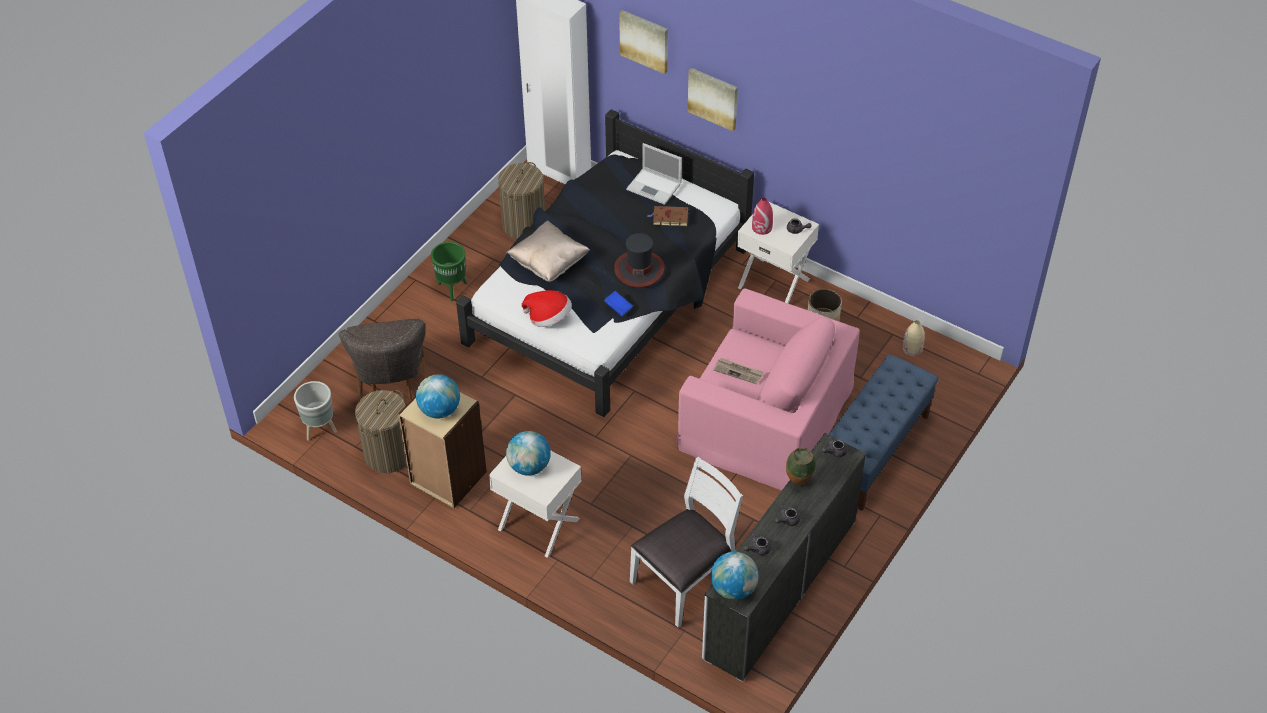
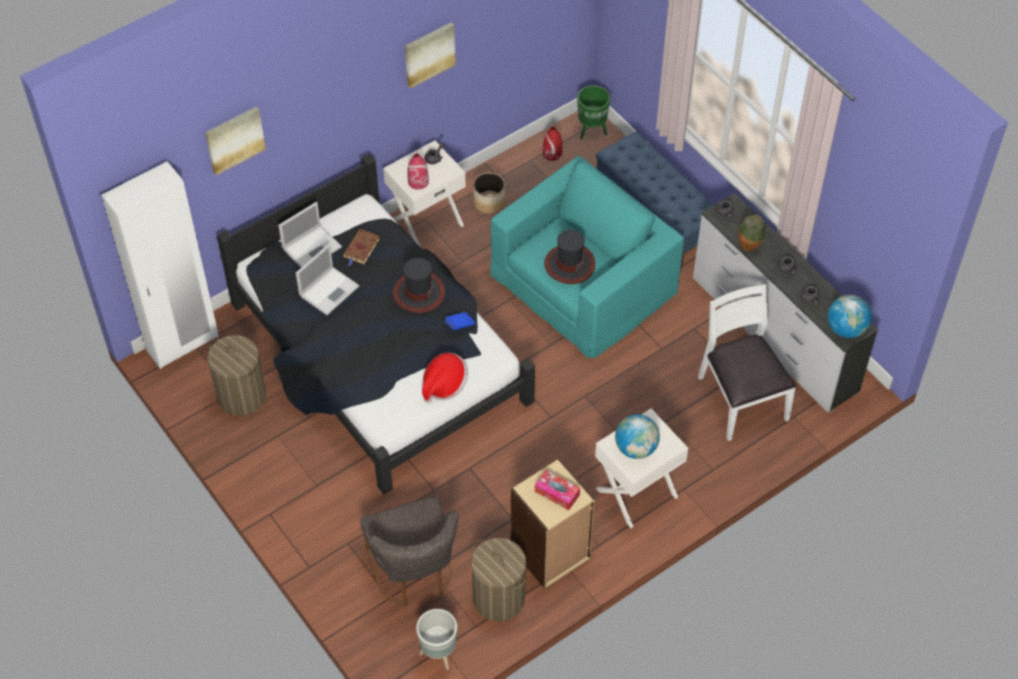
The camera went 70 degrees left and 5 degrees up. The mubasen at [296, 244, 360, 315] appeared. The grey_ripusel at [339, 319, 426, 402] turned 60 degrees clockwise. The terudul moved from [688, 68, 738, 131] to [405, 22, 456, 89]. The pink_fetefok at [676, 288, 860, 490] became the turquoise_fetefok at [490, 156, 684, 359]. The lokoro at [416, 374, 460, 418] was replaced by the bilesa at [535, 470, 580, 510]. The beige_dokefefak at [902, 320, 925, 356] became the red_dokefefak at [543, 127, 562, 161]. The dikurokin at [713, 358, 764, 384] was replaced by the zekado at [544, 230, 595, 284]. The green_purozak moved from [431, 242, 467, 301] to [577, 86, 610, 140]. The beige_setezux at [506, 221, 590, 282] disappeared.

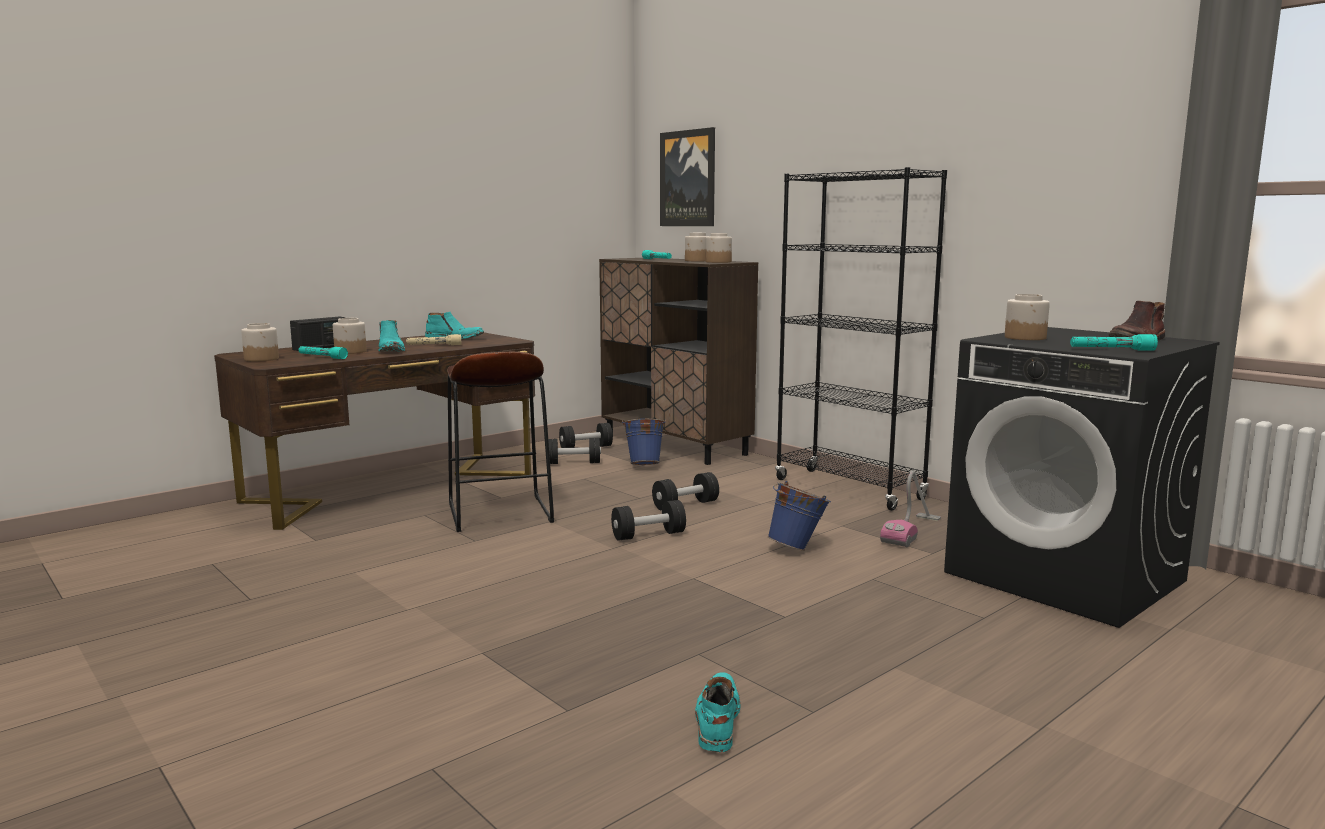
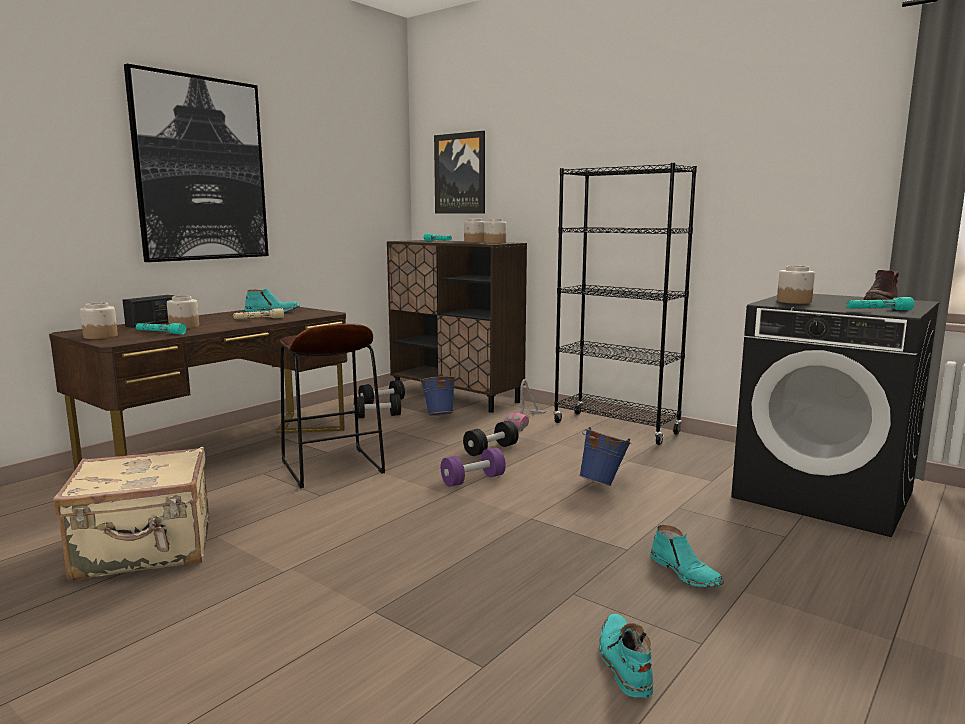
The camera went 10 degrees left and 0 degrees up. The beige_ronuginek at [53, 447, 209, 581] appeared. The terudul at [124, 64, 269, 262] appeared. The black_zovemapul at [611, 500, 686, 541] became the purple_zovemapul at [441, 448, 506, 487]. The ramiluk moved from [880, 471, 941, 547] to [504, 379, 546, 431]. The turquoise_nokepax moved from [378, 320, 405, 352] to [650, 525, 724, 588].

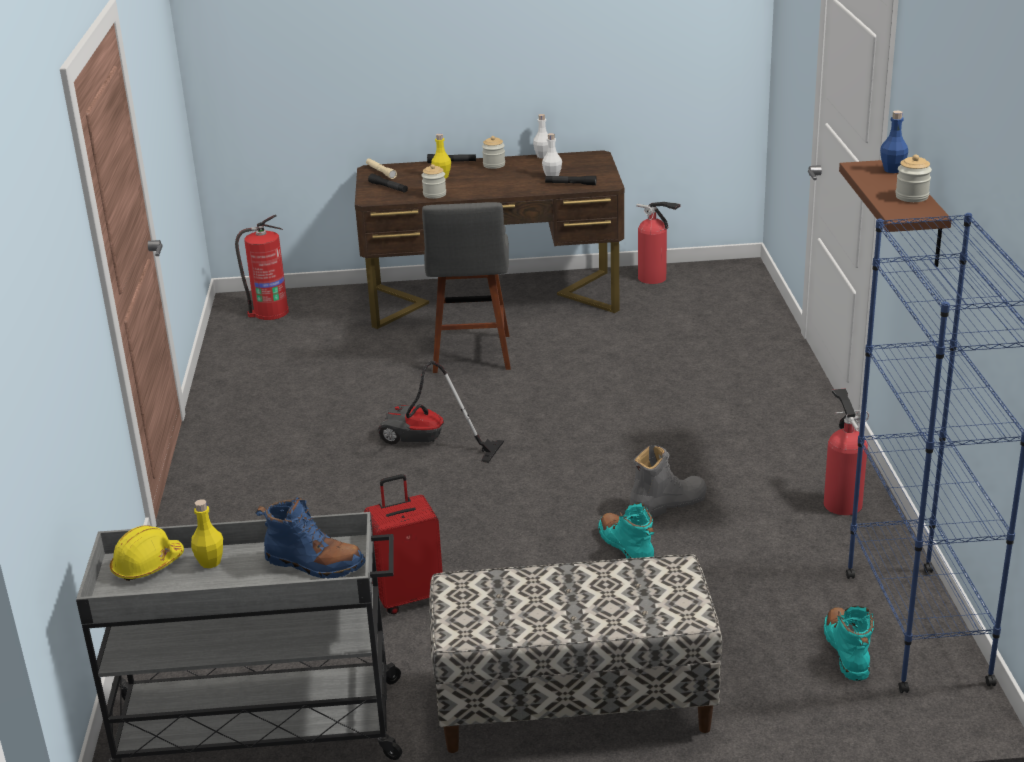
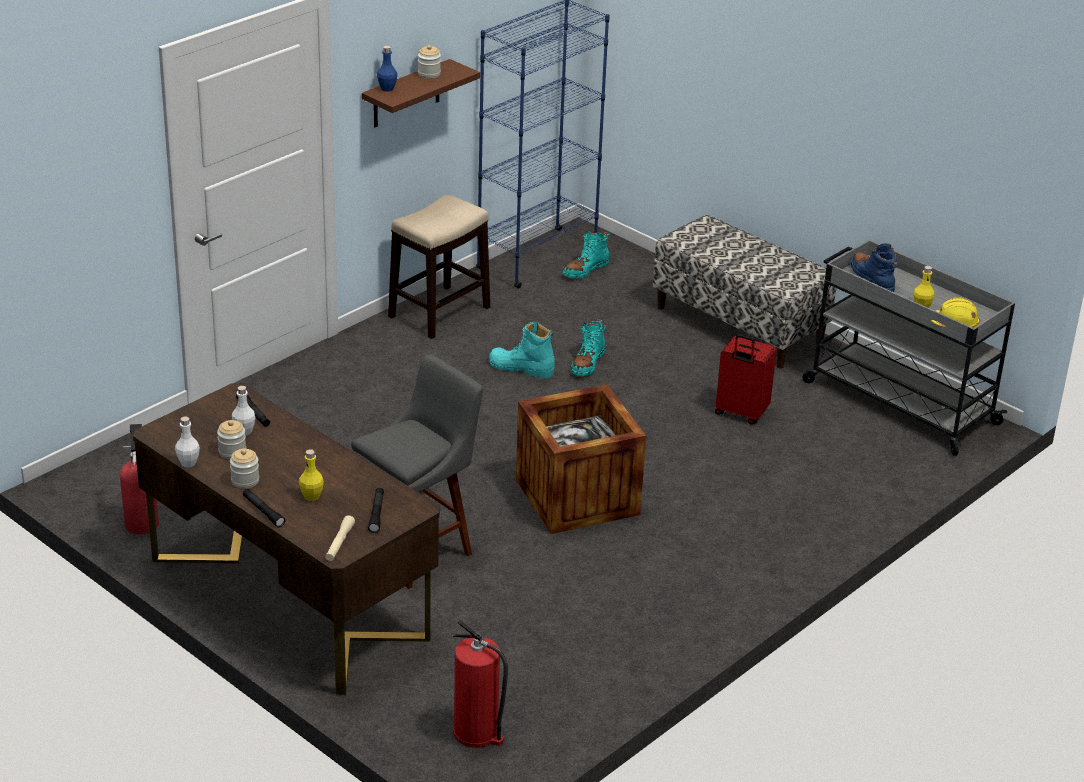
The camera went 135 degrees left and 5 degrees up. The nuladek moved from [422, 164, 446, 199] to [217, 420, 246, 459]. The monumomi at [824, 388, 869, 515] was replaced by the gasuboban at [388, 195, 490, 339]. The grey_nokepax at [630, 445, 707, 518] became the turquoise_nokepax at [489, 322, 555, 378]. The ramiluk at [378, 361, 504, 463] was replaced by the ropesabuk at [516, 384, 646, 534].

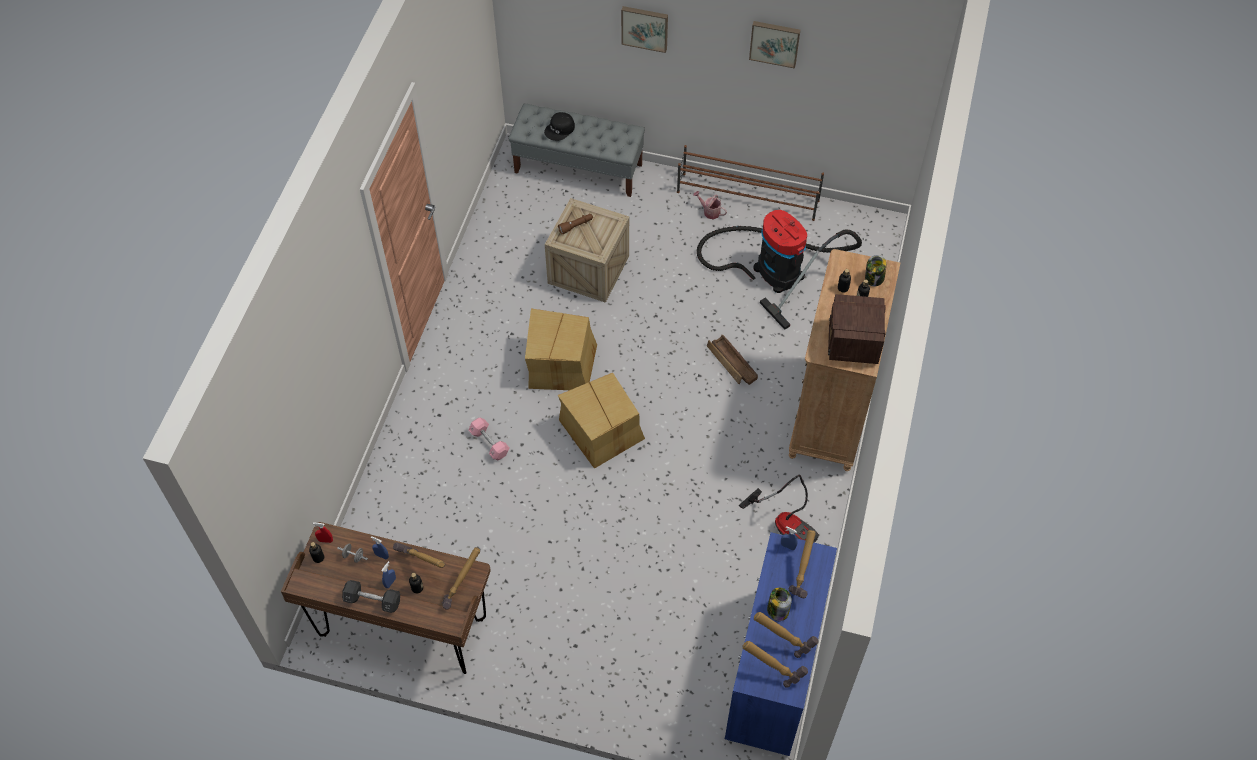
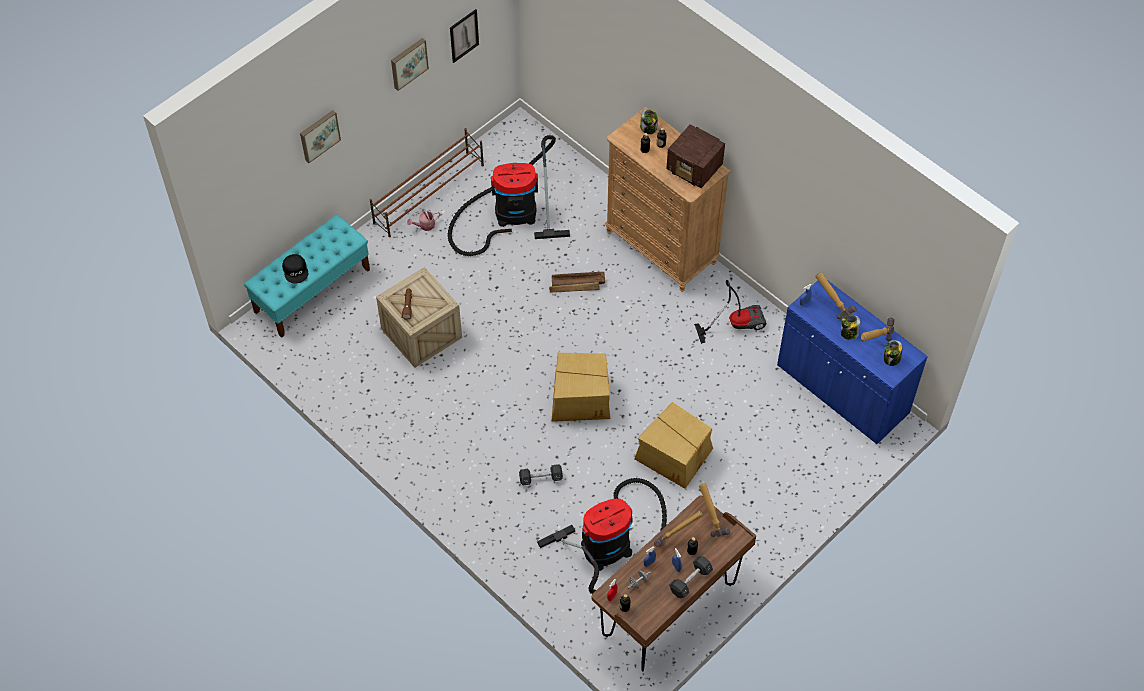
The camera went 60 degrees left and 0 degrees up. The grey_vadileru at [509, 103, 645, 197] became the turquoise_vadileru at [244, 215, 370, 338]. The terudul at [450, 9, 479, 63] appeared. The pink_zovemapul at [468, 417, 510, 460] became the black_zovemapul at [519, 464, 563, 485]. The ramiluk at [537, 478, 667, 594] appeared. The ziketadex moved from [525, 308, 597, 390] to [634, 402, 713, 489]. The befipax at [743, 641, 808, 688] was replaced by the nuladek at [884, 340, 902, 366].

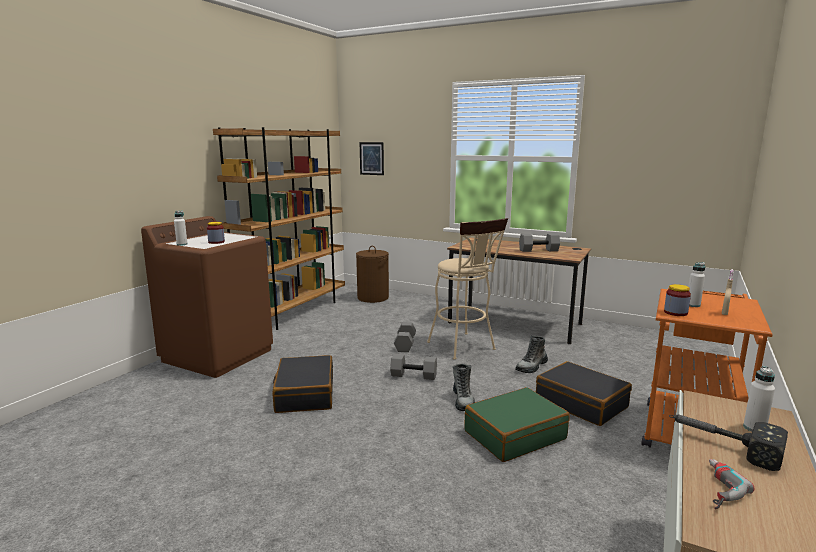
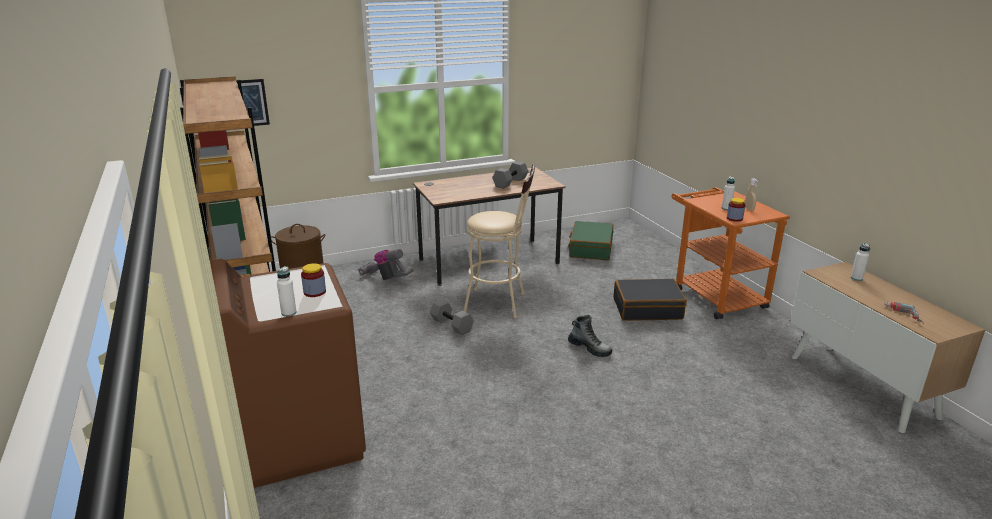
The camera went 50 degrees left and 10 degrees up. The ramiluk at [358, 249, 413, 280] appeared. The green_ronuginek moved from [464, 387, 570, 462] to [568, 221, 613, 260]. The black_ronuginek at [272, 355, 333, 413] disappeared. The grey_zovemapul at [390, 354, 437, 380] disappeared. The nokepax at [515, 335, 548, 373] disappeared. The befipax at [669, 415, 788, 471] disappeared.

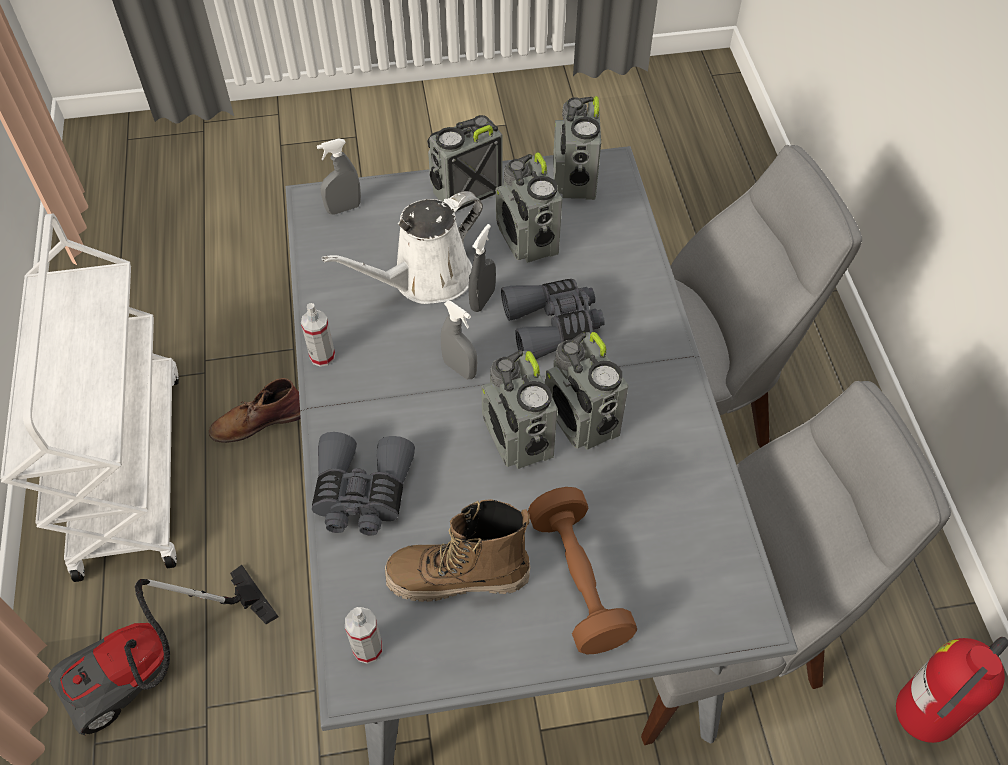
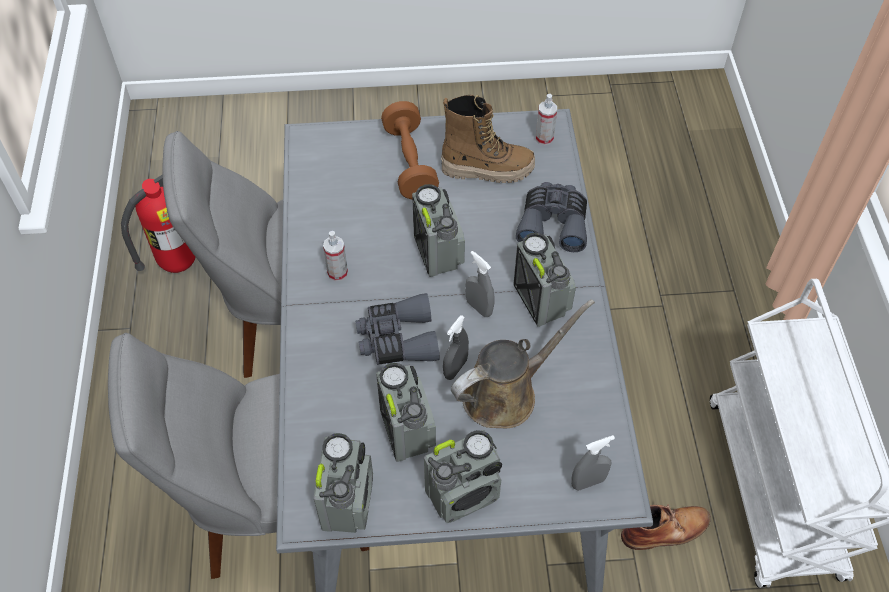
The camera went 175 degrees left and 0 degrees up. The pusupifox moved from [301, 303, 335, 367] to [323, 231, 348, 281]. The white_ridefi at [322, 191, 483, 304] became the brown_ridefi at [451, 299, 595, 428]. The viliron moved from [545, 332, 629, 450] to [513, 232, 576, 327]. The ramiluk at [48, 565, 279, 735] disappeared.

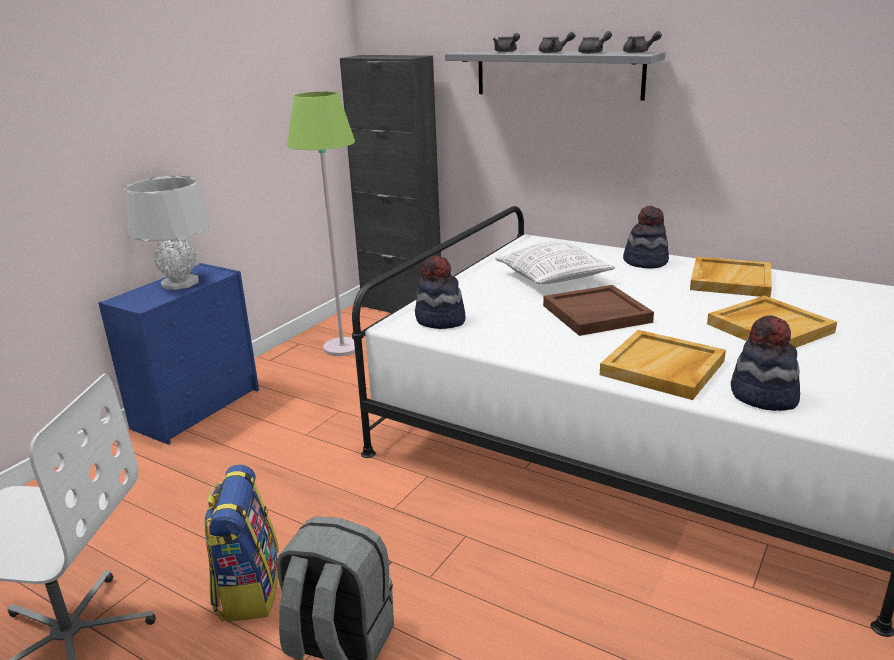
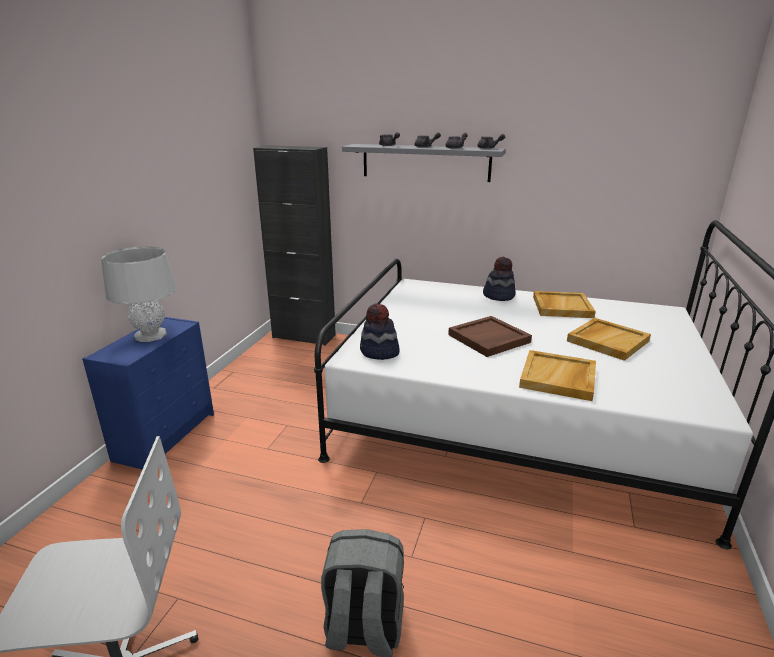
The camera went 15 degrees left and 0 degrees up. The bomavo at [204, 465, 279, 622] disappeared. The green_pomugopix at [287, 91, 355, 356] disappeared. The setezux at [495, 242, 615, 284] disappeared. The zekado at [731, 315, 800, 411] disappeared.

